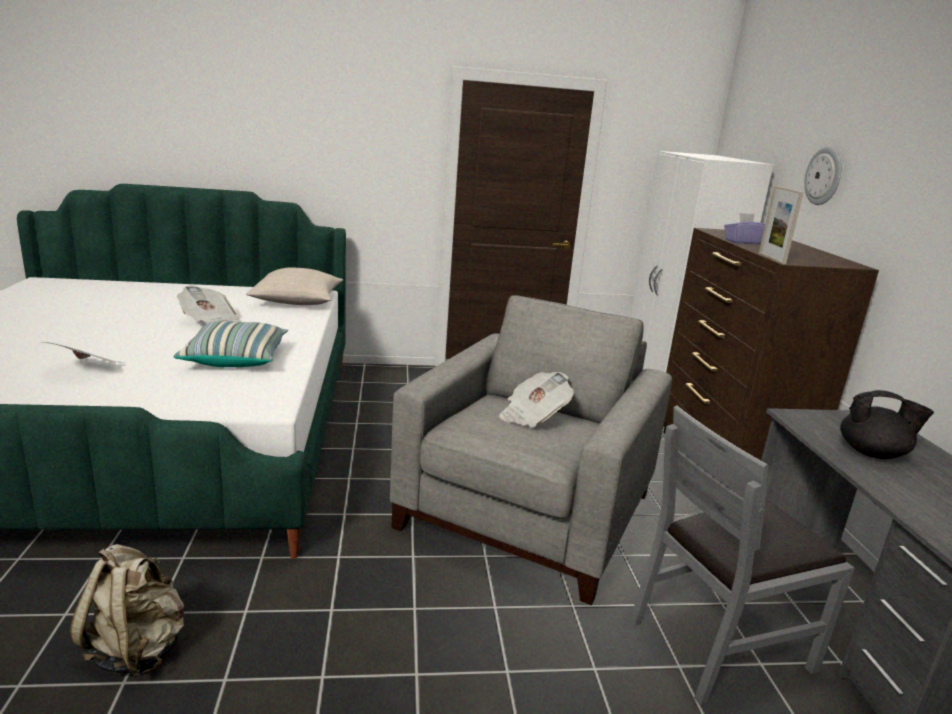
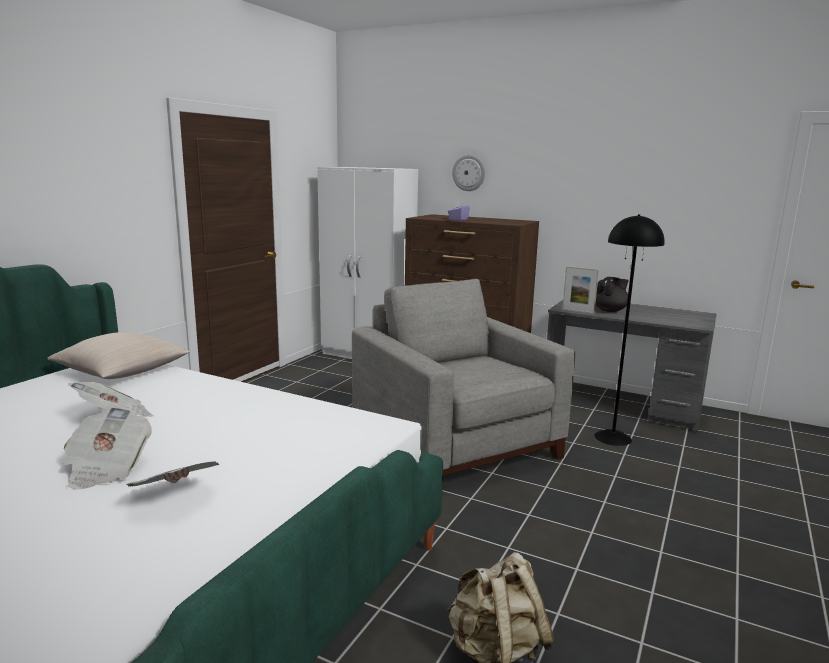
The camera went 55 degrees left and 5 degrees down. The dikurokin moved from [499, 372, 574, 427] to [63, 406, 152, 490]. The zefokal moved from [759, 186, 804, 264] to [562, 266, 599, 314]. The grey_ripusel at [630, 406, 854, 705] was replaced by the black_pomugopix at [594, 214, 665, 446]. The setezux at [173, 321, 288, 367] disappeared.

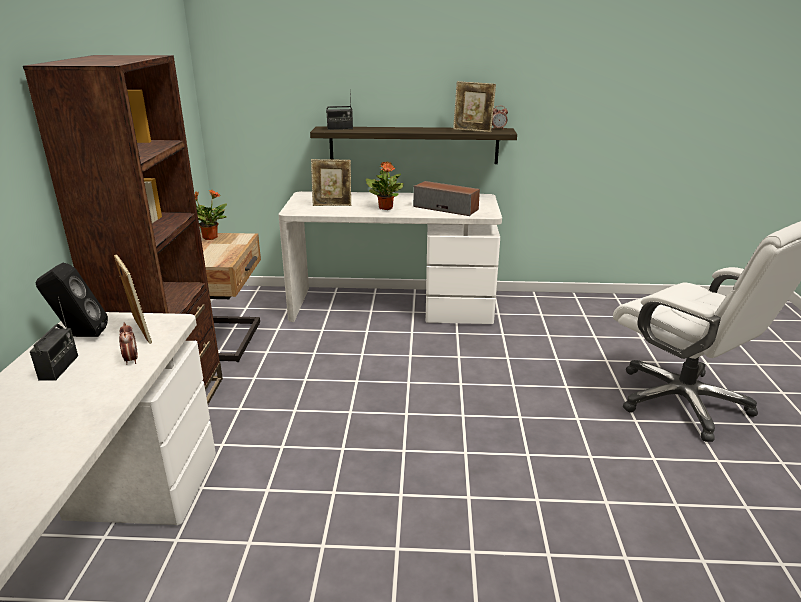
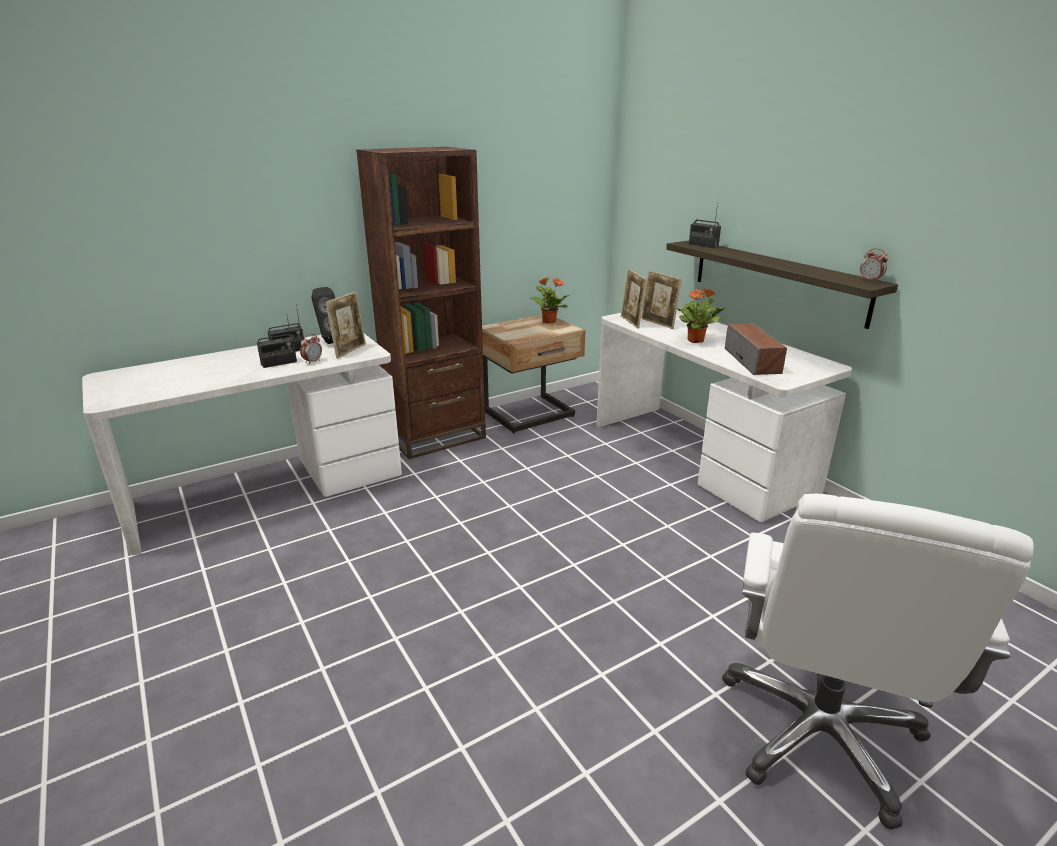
The camera went 55 degrees right and 0 degrees up. The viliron at [257, 318, 297, 368] appeared. The zefokal moved from [453, 81, 496, 132] to [621, 269, 647, 329].

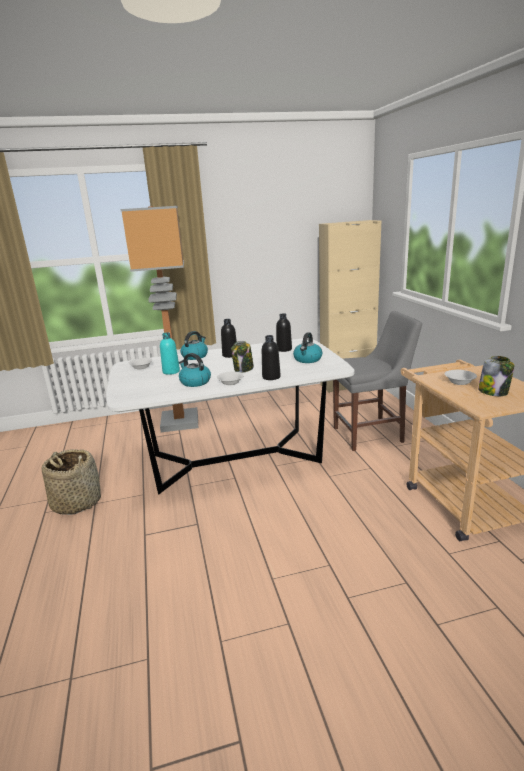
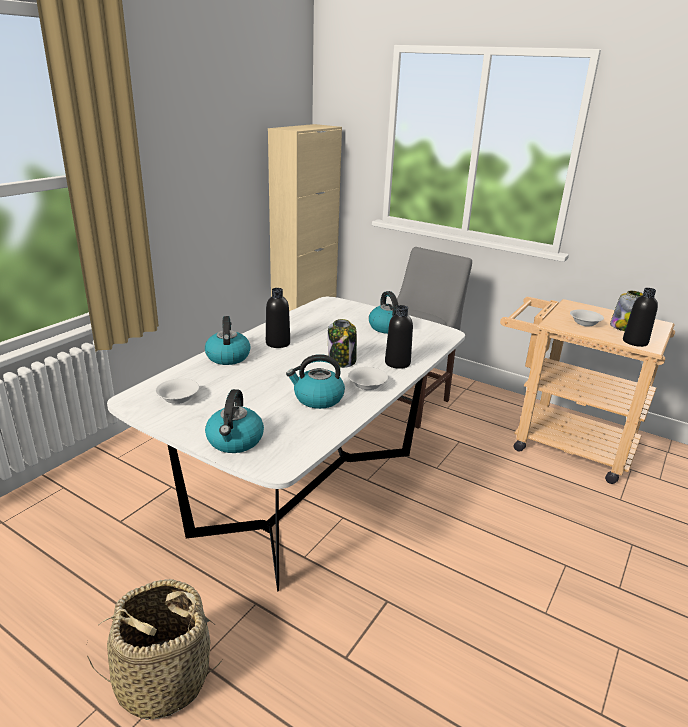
The camera went 45 degrees left and 5 degrees up. The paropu at [205, 389, 264, 453] appeared. The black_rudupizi moved from [276, 313, 292, 352] to [623, 288, 658, 347]. The pomugopix at [120, 206, 198, 432] disappeared. The turquoise_rudupizi at [160, 332, 180, 375] disappeared.

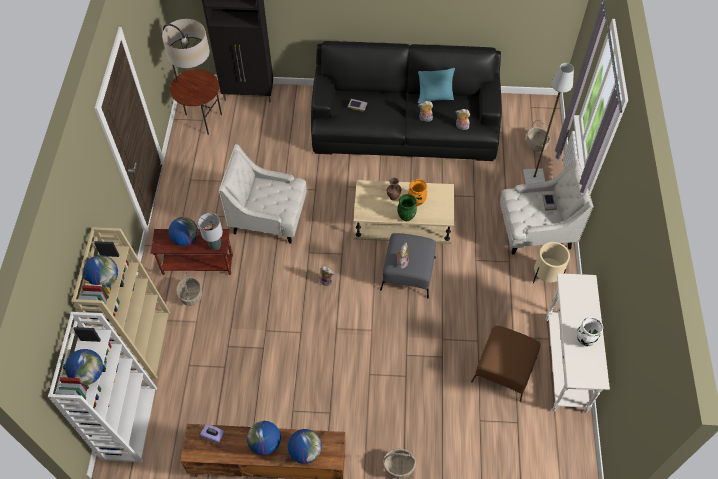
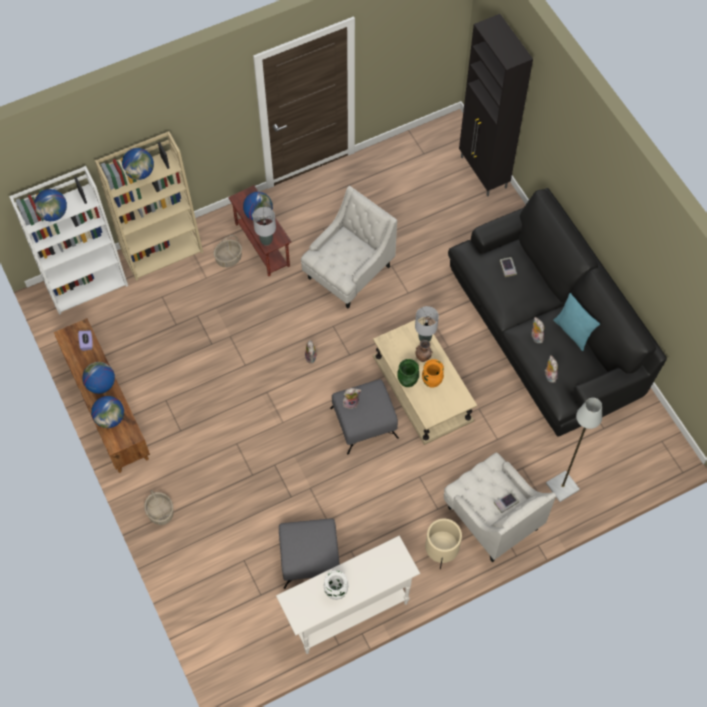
The camera went 60 degrees right and 5 degrees up. The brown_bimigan at [471, 326, 540, 402] became the grey_bimigan at [279, 518, 340, 589]. The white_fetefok at [219, 144, 307, 244] turned 60 degrees clockwise. The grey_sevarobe at [415, 306, 439, 342] appeared. The pomugopix at [162, 19, 222, 135] disappeared. The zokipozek at [526, 120, 551, 151] disappeared.

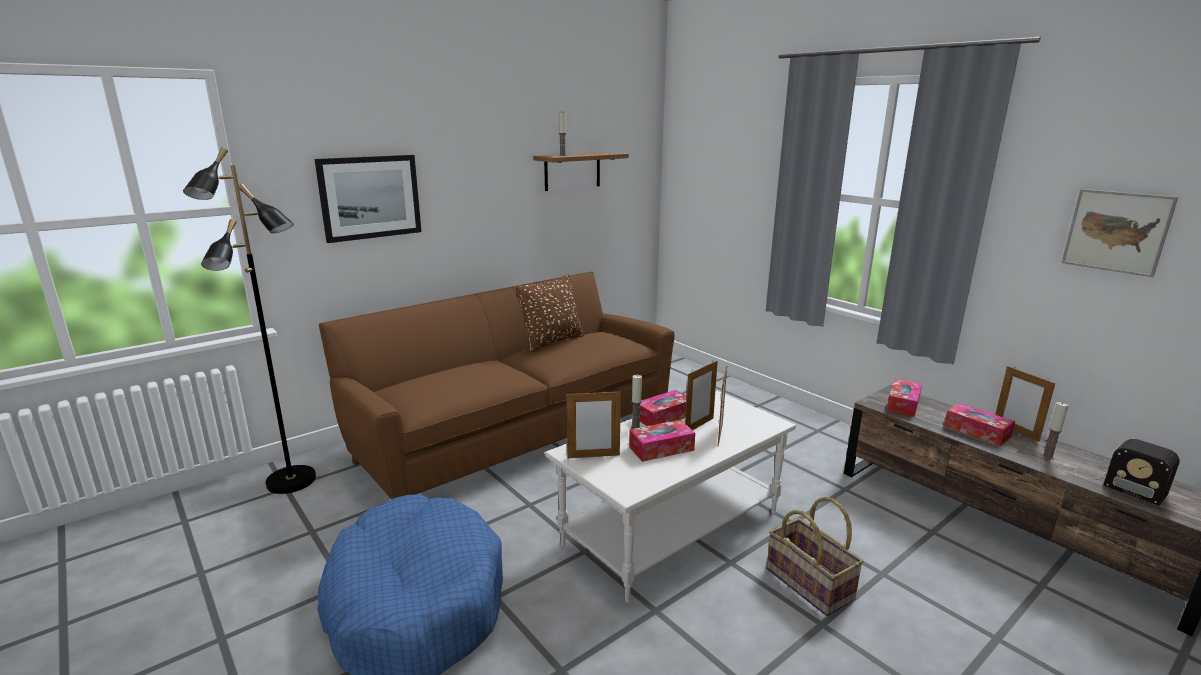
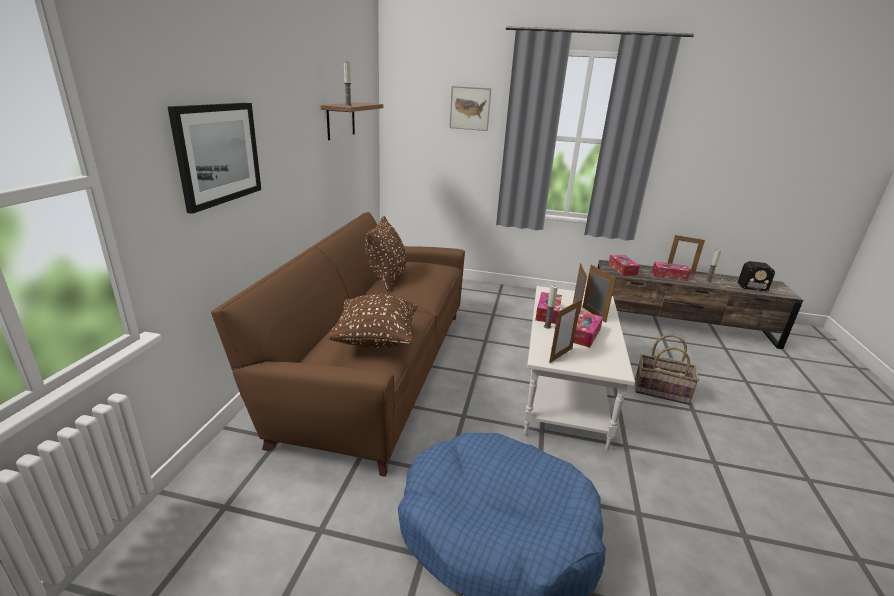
The camera went 40 degrees left and 5 degrees up. The brown_setezux at [327, 294, 418, 348] appeared. The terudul moved from [1061, 189, 1178, 277] to [449, 86, 491, 131]. The black_pomugopix at [183, 148, 316, 494] disappeared.

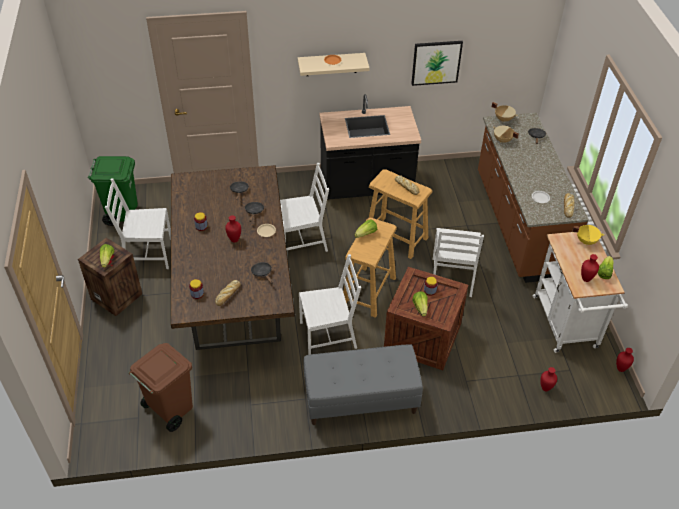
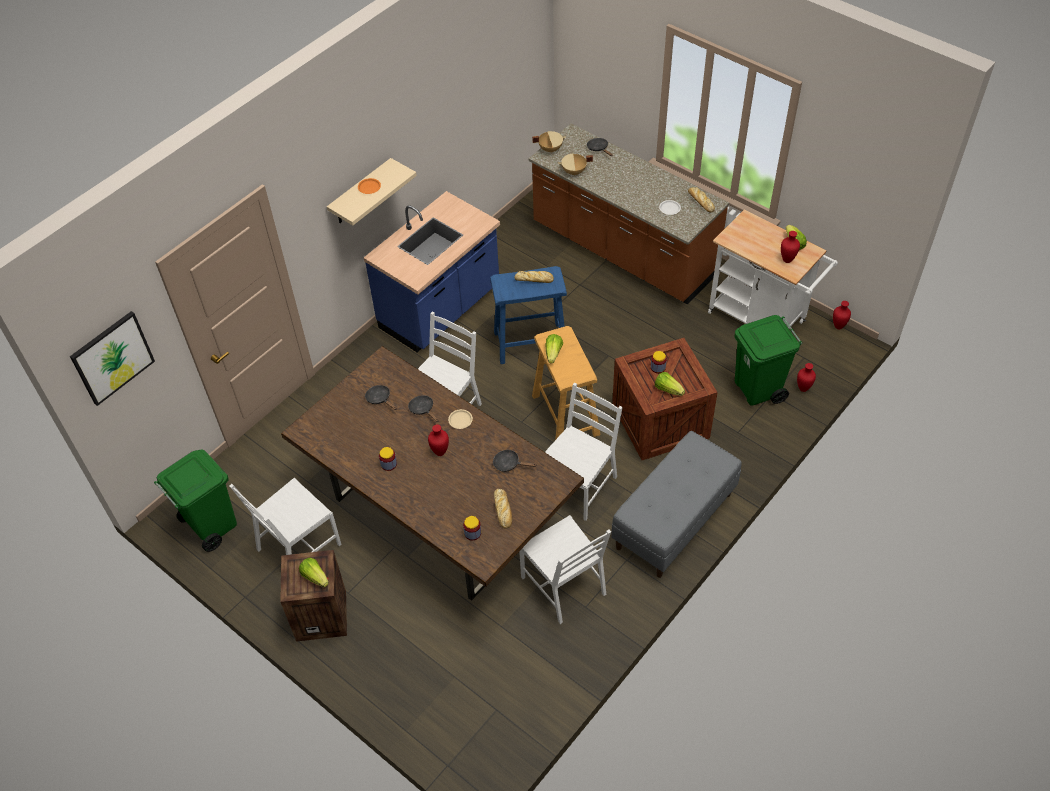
The camera went 40 degrees left and 5 degrees up. The terudul moved from [411, 41, 463, 86] to [70, 311, 155, 406]. The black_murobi at [320, 94, 421, 200] became the blue_murobi at [364, 191, 500, 352]. The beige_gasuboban at [369, 169, 432, 259] became the blue_gasuboban at [490, 266, 567, 364]. The white_ripusel moved from [433, 228, 484, 297] to [519, 515, 611, 624]. The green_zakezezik at [735, 315, 802, 406] appeared. The brown_zakezezik at [128, 343, 193, 432] disappeared. The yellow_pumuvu at [572, 225, 605, 245] disappeared.

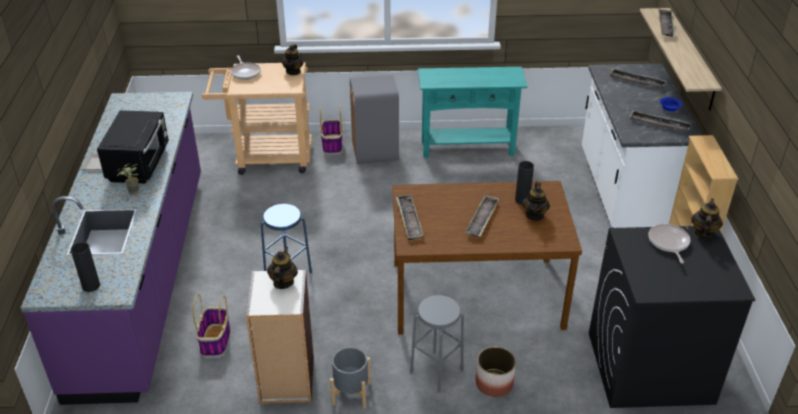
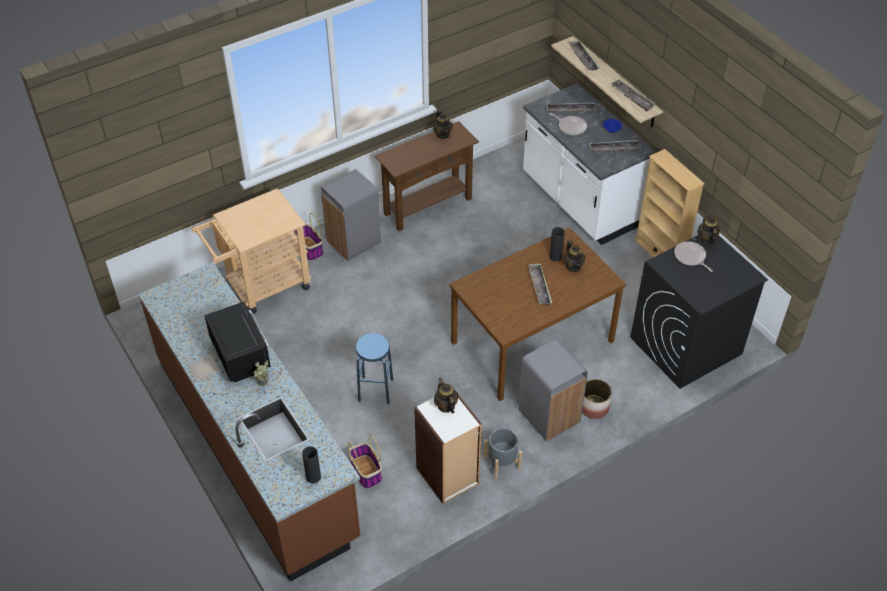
The camera went 30 degrees left and 10 degrees up. The purple_murobi at [21, 92, 201, 405] became the brown_murobi at [138, 263, 360, 582]. The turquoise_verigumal at [418, 67, 527, 158] became the brown_verigumal at [375, 121, 479, 231]. The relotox moved from [282, 44, 304, 75] to [433, 110, 453, 139]. The grey_gasuboban at [410, 295, 464, 393] was replaced by the grey_zakezezik at [518, 339, 588, 441]. The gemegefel moved from [231, 55, 261, 80] to [549, 113, 587, 135]. The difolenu moved from [396, 195, 424, 240] to [610, 79, 656, 111].

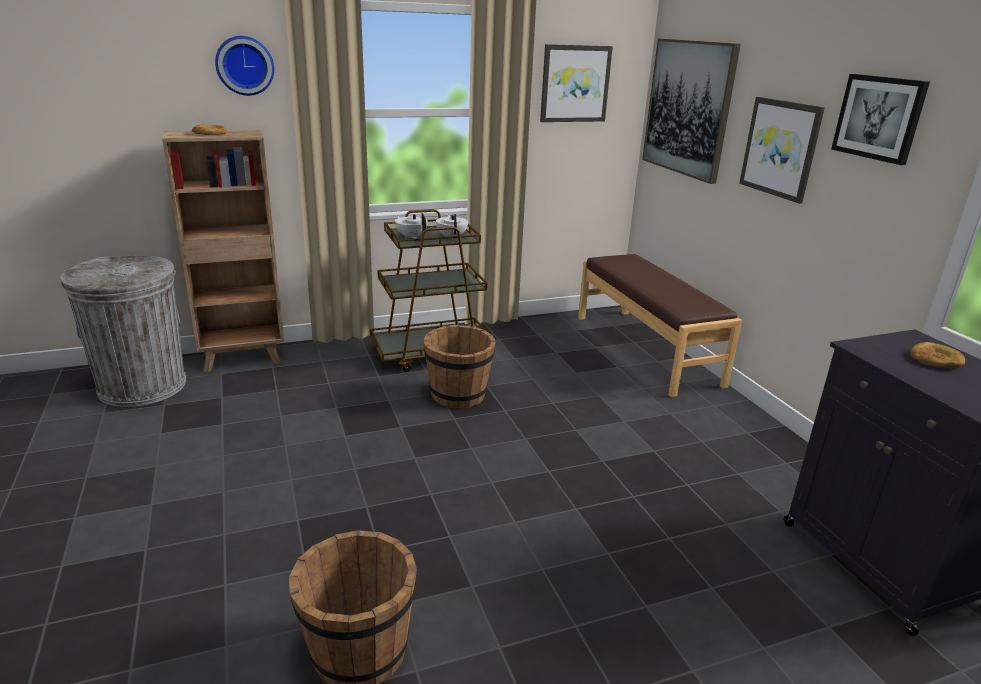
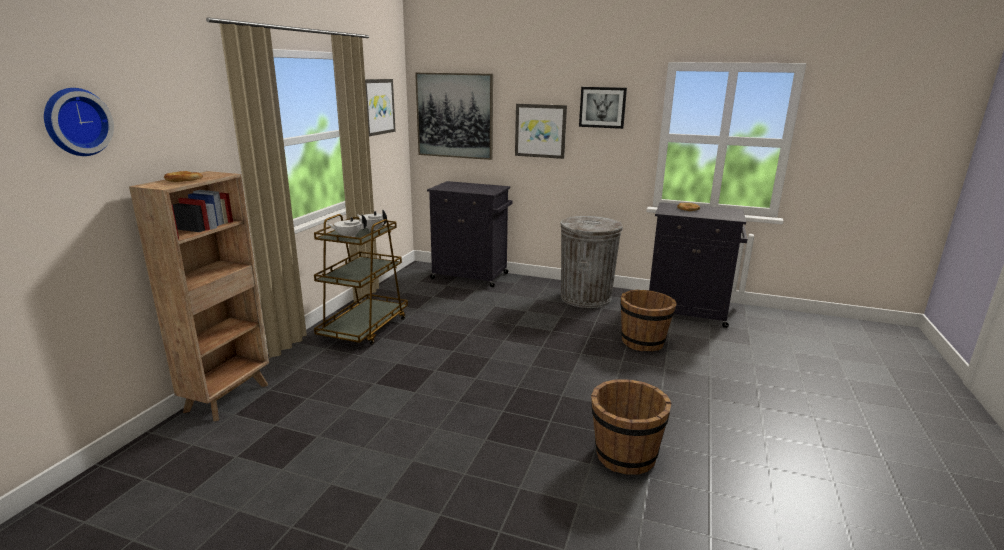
The camera went 50 degrees left and 5 degrees down. The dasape moved from [215, 36, 274, 96] to [44, 88, 114, 156]. The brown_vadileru at [578, 254, 742, 397] was replaced by the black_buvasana at [427, 181, 513, 287]. The grey_zakezezik moved from [61, 255, 186, 407] to [560, 216, 623, 308]. The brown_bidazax moved from [423, 324, 496, 409] to [620, 290, 677, 351].

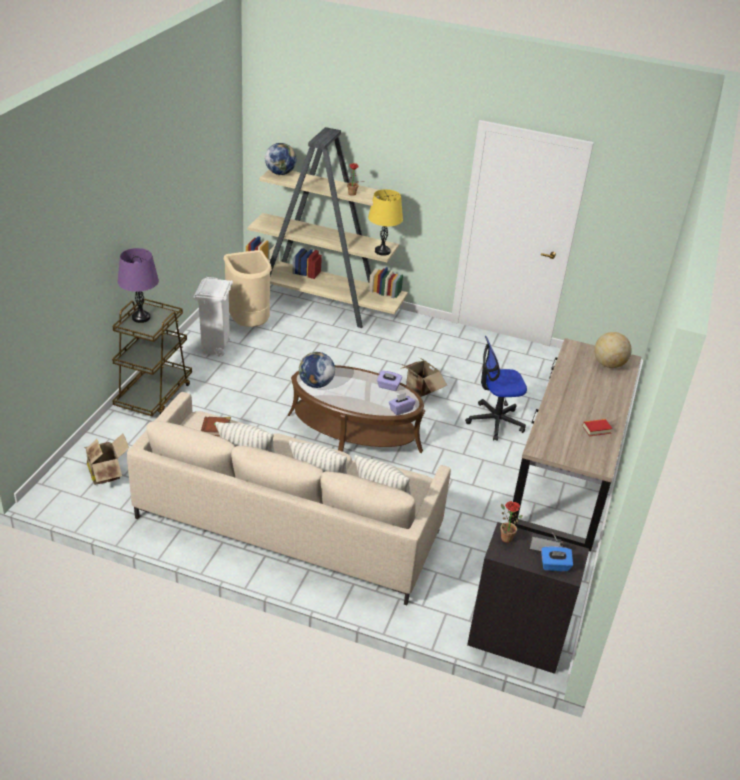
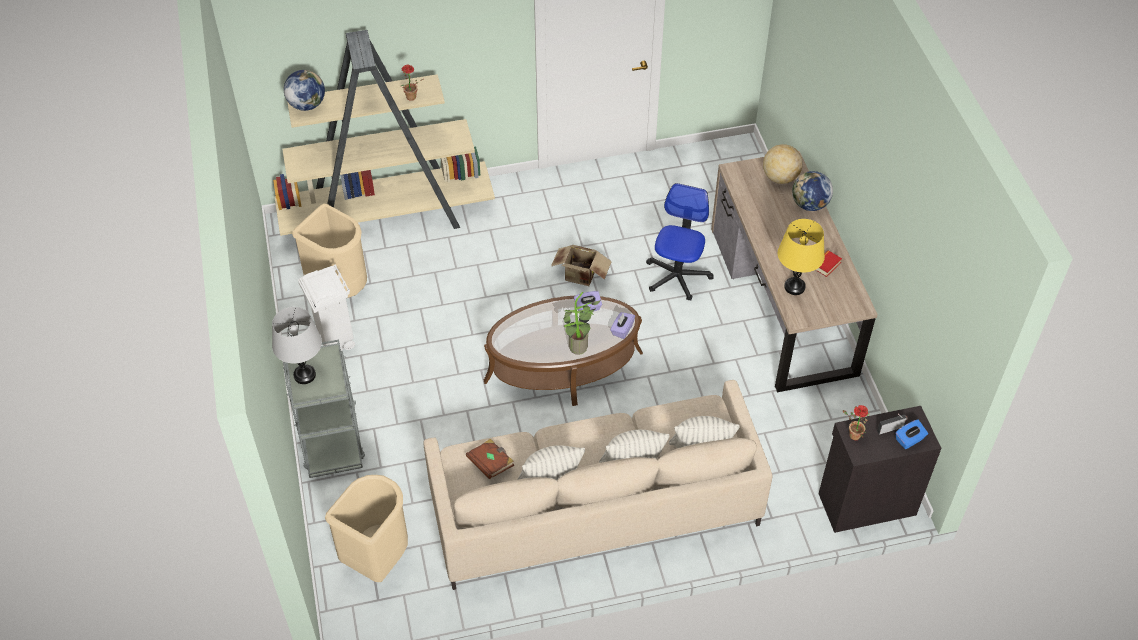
The camera went 30 degrees left and 15 degrees up. The purple_sevarobe at [118, 248, 159, 323] became the grey_sevarobe at [272, 307, 322, 384]. The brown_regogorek at [112, 299, 192, 416] became the grey_regogorek at [283, 340, 365, 478]. The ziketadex at [84, 433, 129, 485] was replaced by the beige_zakezezik at [325, 475, 408, 582]. The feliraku at [563, 292, 601, 355] appeared. The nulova at [465, 336, 527, 441] turned 150 degrees clockwise. The yellow_sevarobe moved from [368, 189, 403, 256] to [778, 219, 825, 295]. The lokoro moved from [299, 352, 335, 388] to [792, 171, 833, 211].

